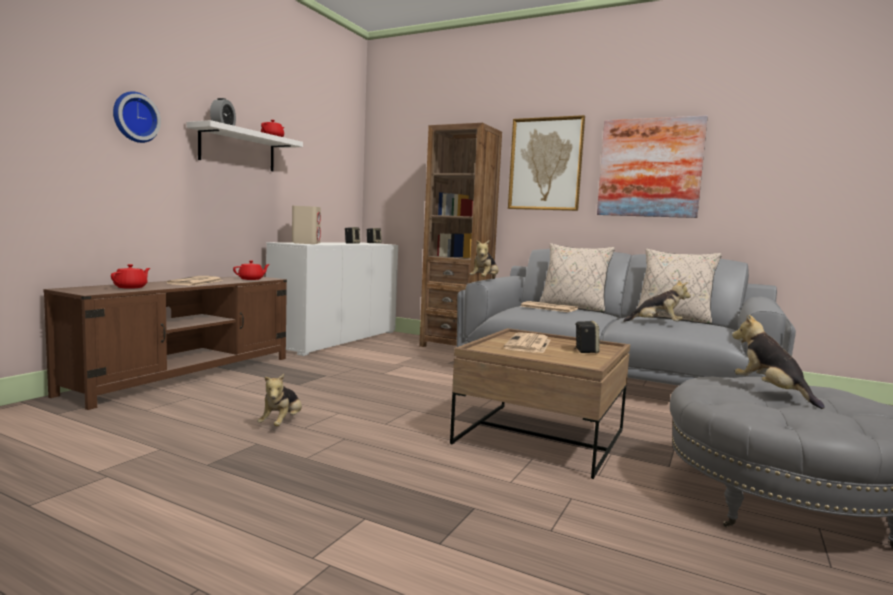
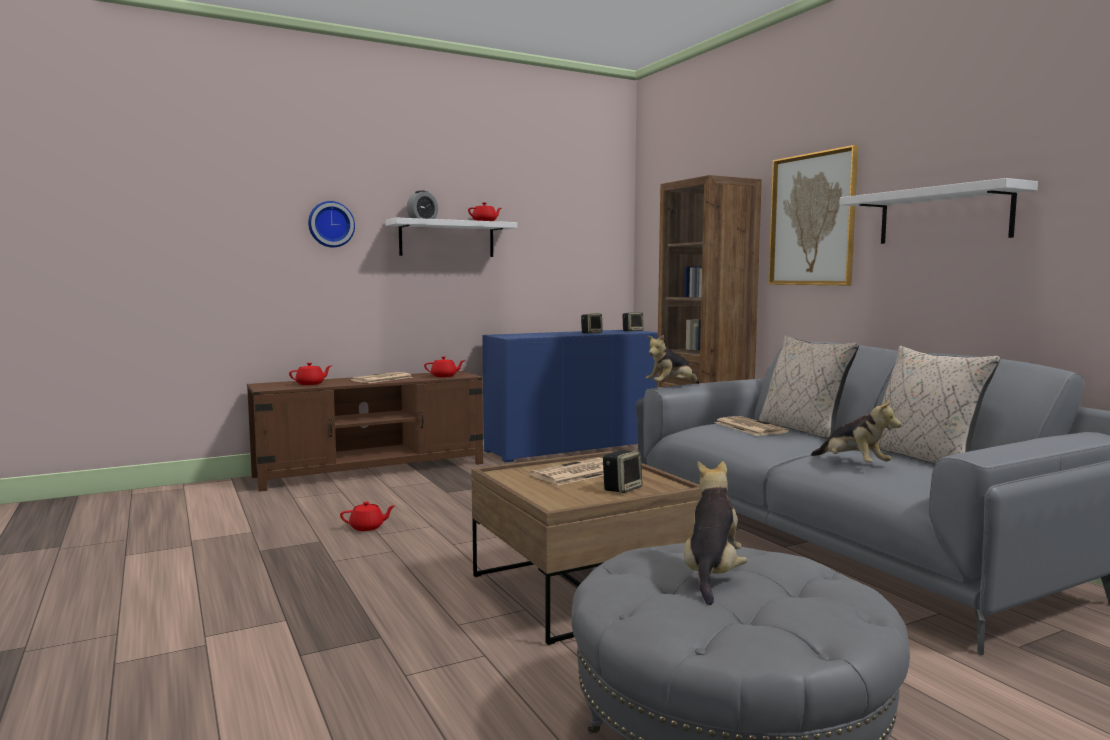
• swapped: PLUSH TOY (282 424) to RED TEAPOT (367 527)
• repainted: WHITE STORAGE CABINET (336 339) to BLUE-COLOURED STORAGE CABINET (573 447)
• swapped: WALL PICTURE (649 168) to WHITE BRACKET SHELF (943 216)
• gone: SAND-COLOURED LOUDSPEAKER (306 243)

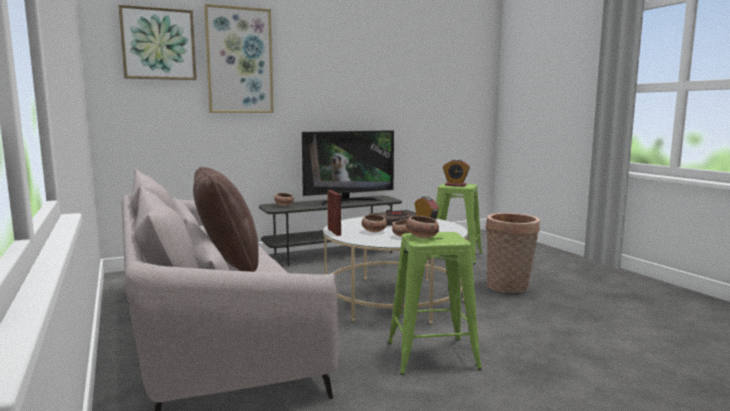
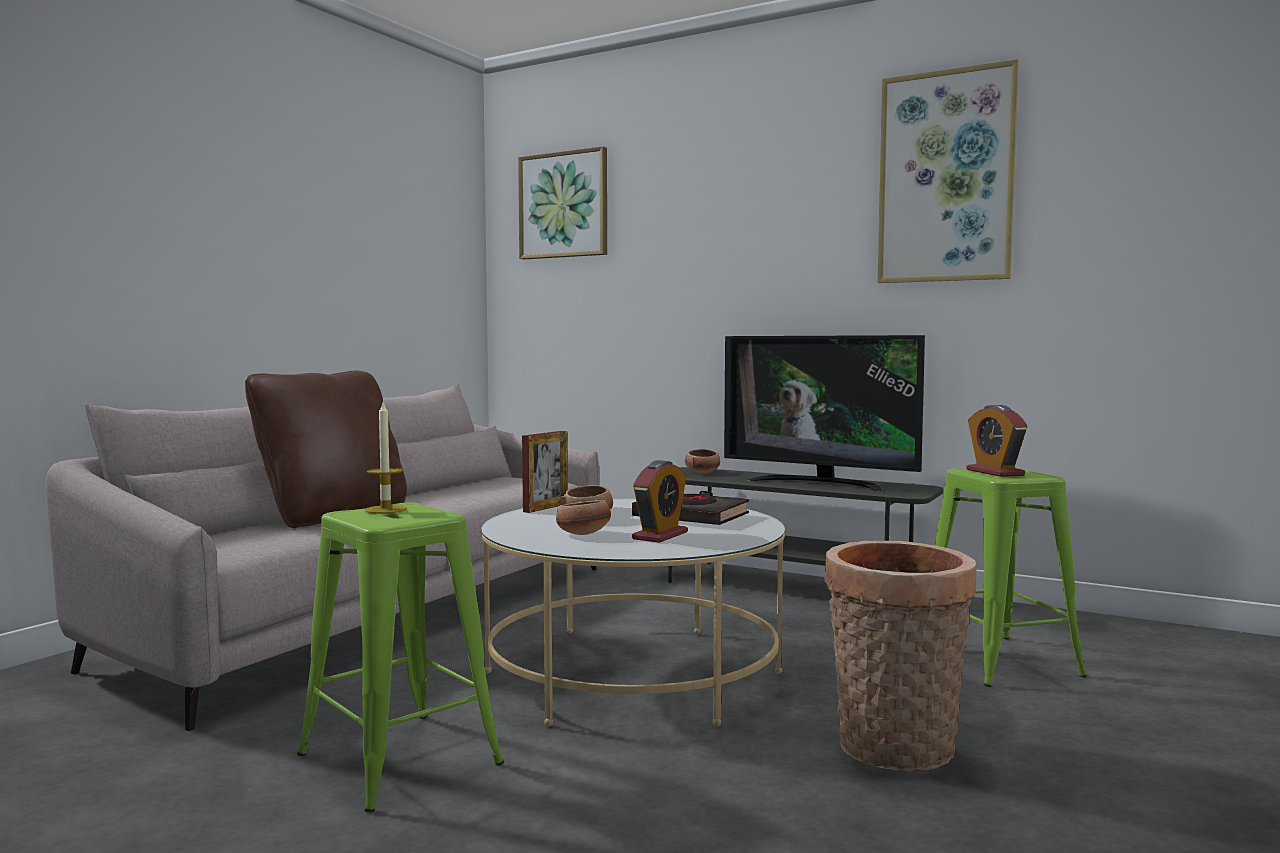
• swapped: BOWL (422 237) to WAX LIGHT (385 509)
• shifted: WALL PICTURE (239 61) to (946 177)

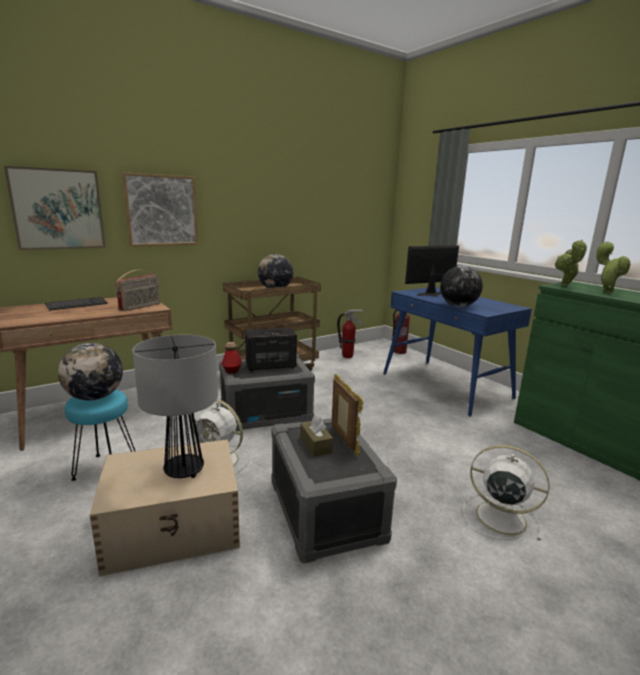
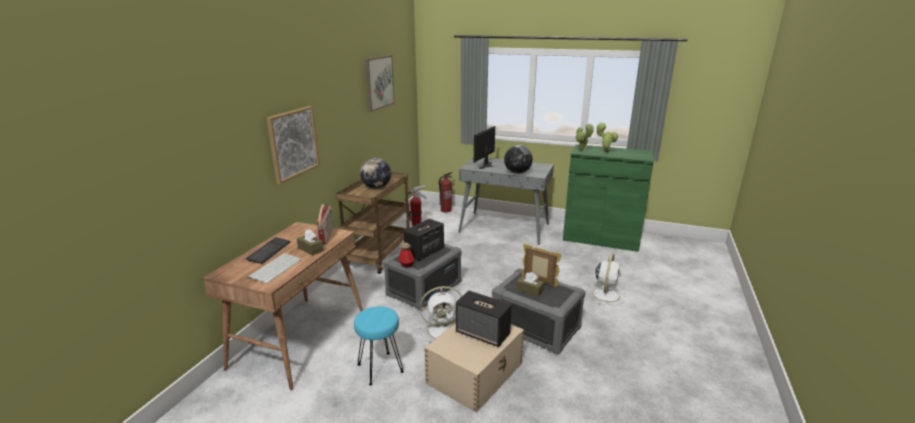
• new: COMPUTER KEYBOARD (275 268)
• new: BROWN-COLOURED BOX OF TISSUES (310 249)
• shifted: WALL PICTURE (58 209) to (378 82)
• swapped: TABLETOP LAMP (185 471) to LOUDSPEAKER (483 333)
• repainted: BLUE-COLOURED DESK UNIT (446 386) to GRAY DESK UNIT (505 228)
• rotated: WHITE COOLING FAN (498 517) = (606 294) 120 degrees clockwise
• gone: GLOBE (95 397)

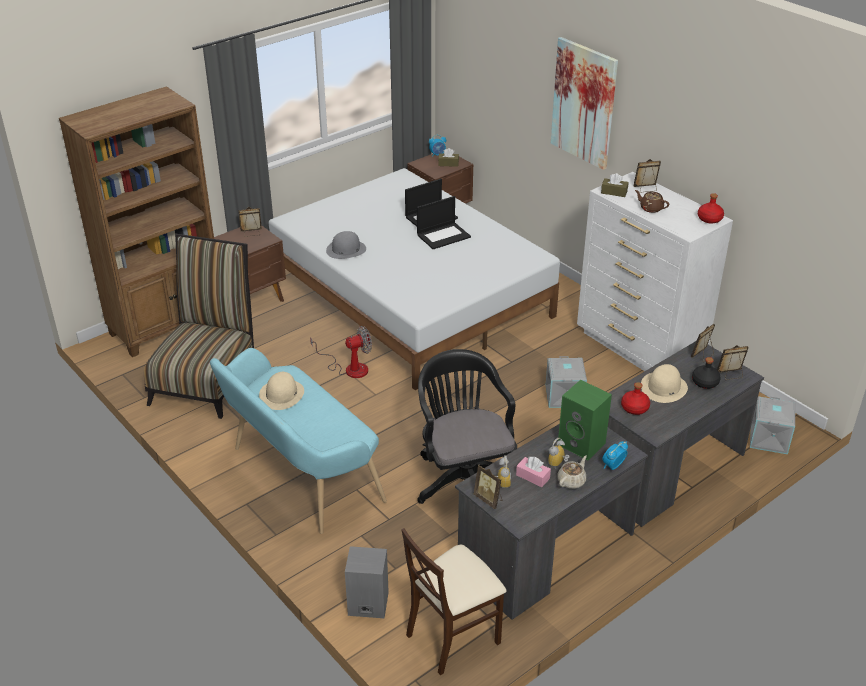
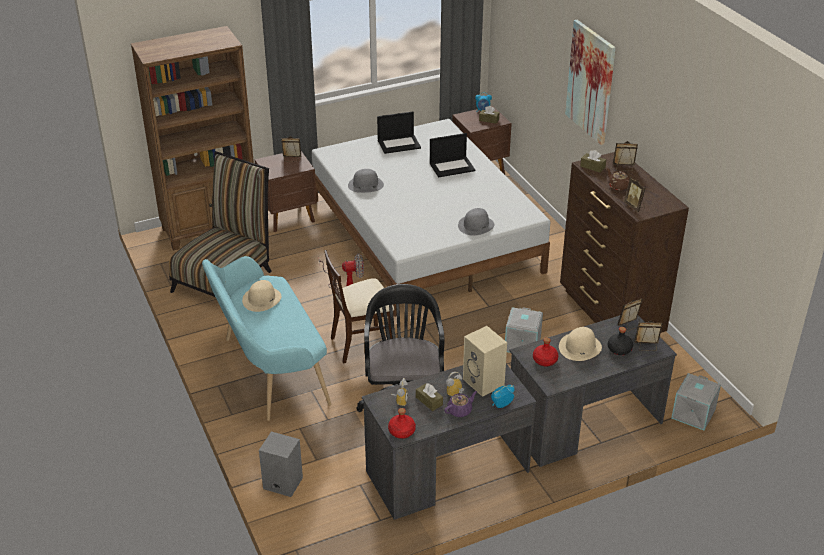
• shifted: SAND-COLOURED PLAIN CHAIR (453 636) to (362 344)
• shifted: NOTEBOOK COMPUTER (443 235) to (399 144)
• shifted: RED BEVERAGE BOTTLE (710 219) to (402 431)
• repainted: PINK-COLOURED BOX OF TISSUES (533 476) to BROWN-COLOURED BOX OF TISSUES (429 401)
• repainted: SAND-COLOURED TEAPOT (571 481) to PURPLE-COLOURED TEAPOT (460 411)
• new: GRAY HAT (476 225)
• repainted: GREEN LOUDSPEAKER (583 444) to SAND-COLOURED LOUDSPEAKER (484 382)
• repainted: WHITE DRESSER (639 348) to BROWN-COLOURED DRESSER (610 313)
• shifted: PHOTO FRAME (489 499) to (634 206)

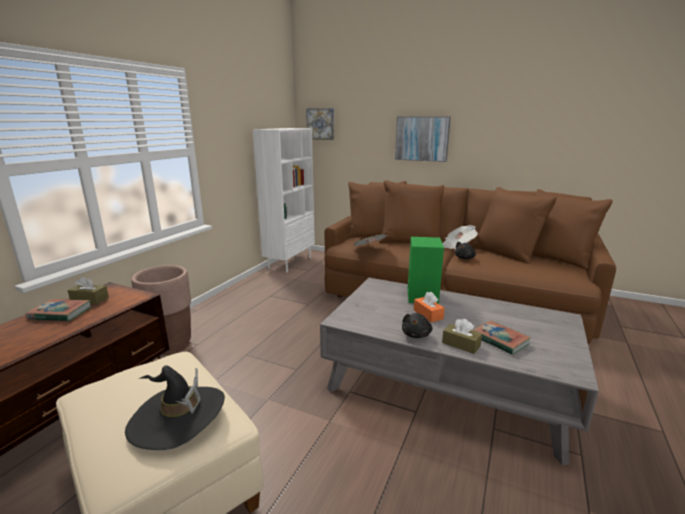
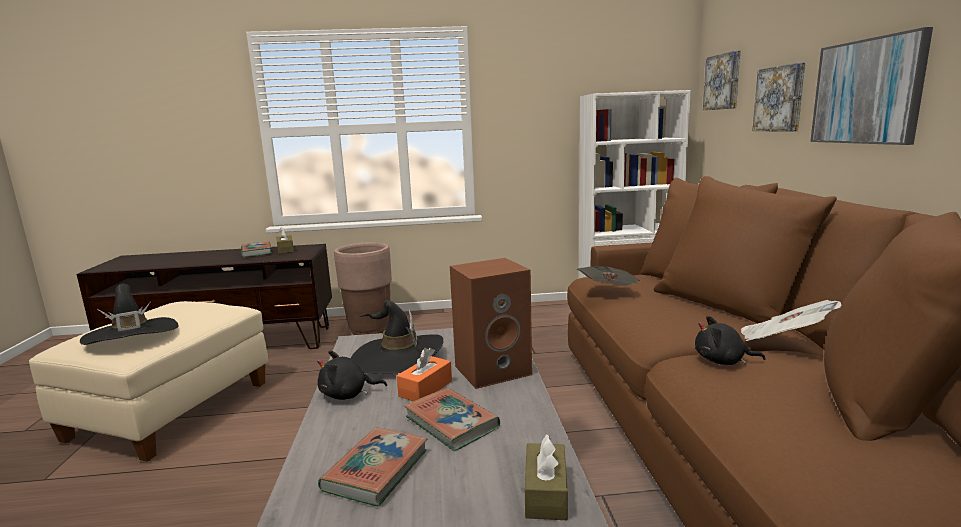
• new: BLACK HAT (397 357)
• new: BOOK (451 423)
• repainted: GREEN LOUDSPEAKER (421 296) to BROWN-COLOURED LOUDSPEAKER (493 369)
• shifted: BROWN-COLOURED BOX OF TISSUES (461 344) to (546 493)
• new: WALL PICTURE (780 99)

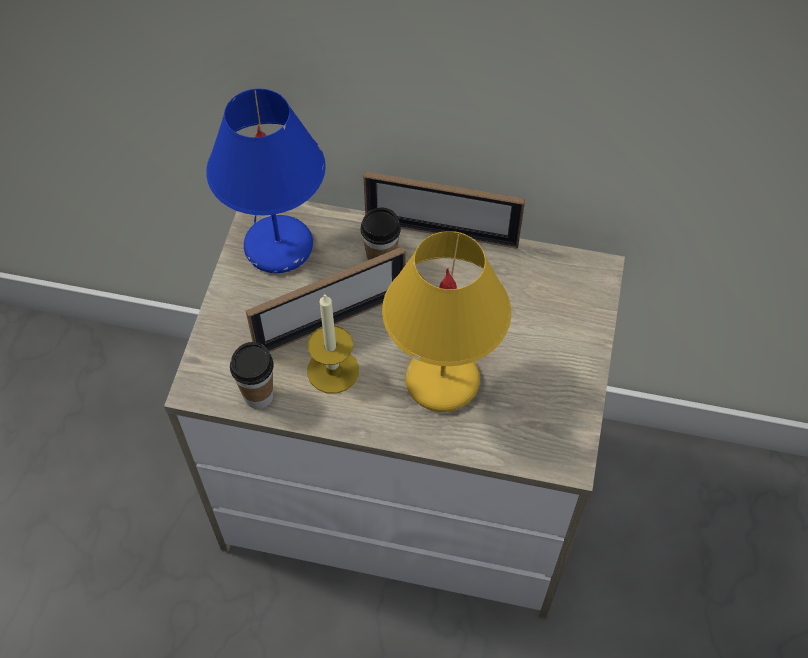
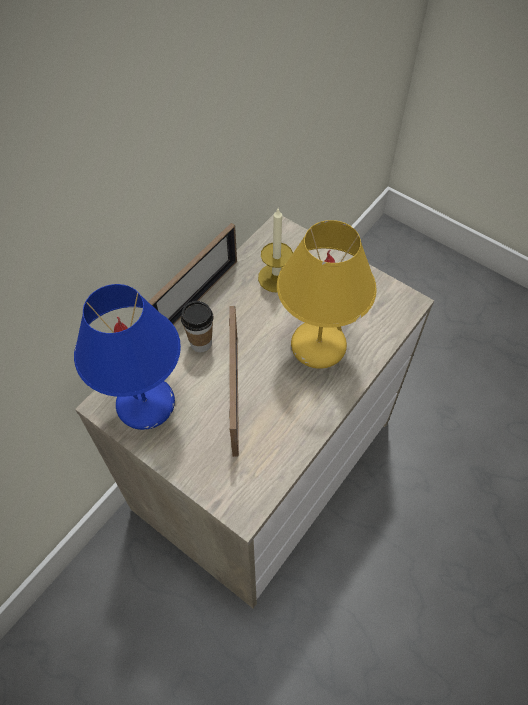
• shifted: WAX LIGHT (333 370) to (276 277)
• gone: DRINKING CUP (258 396)

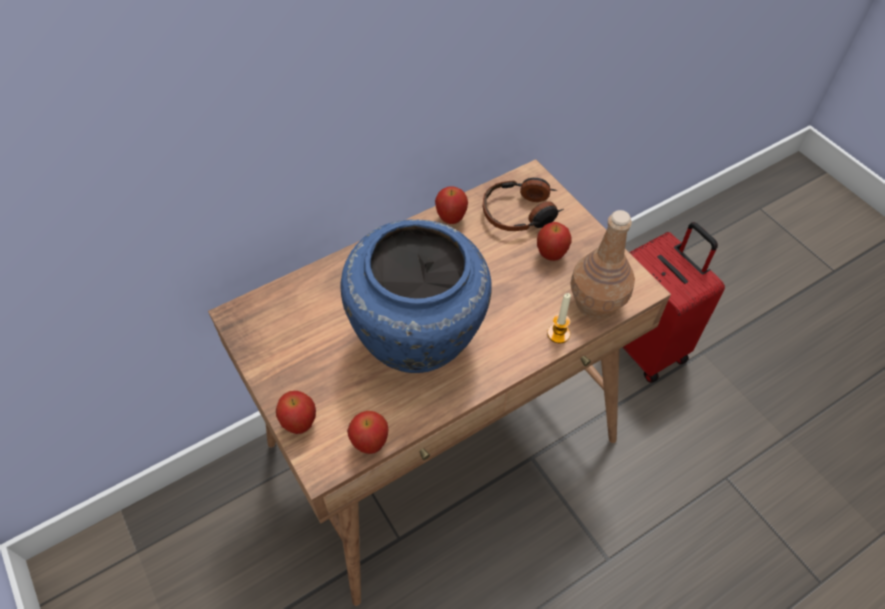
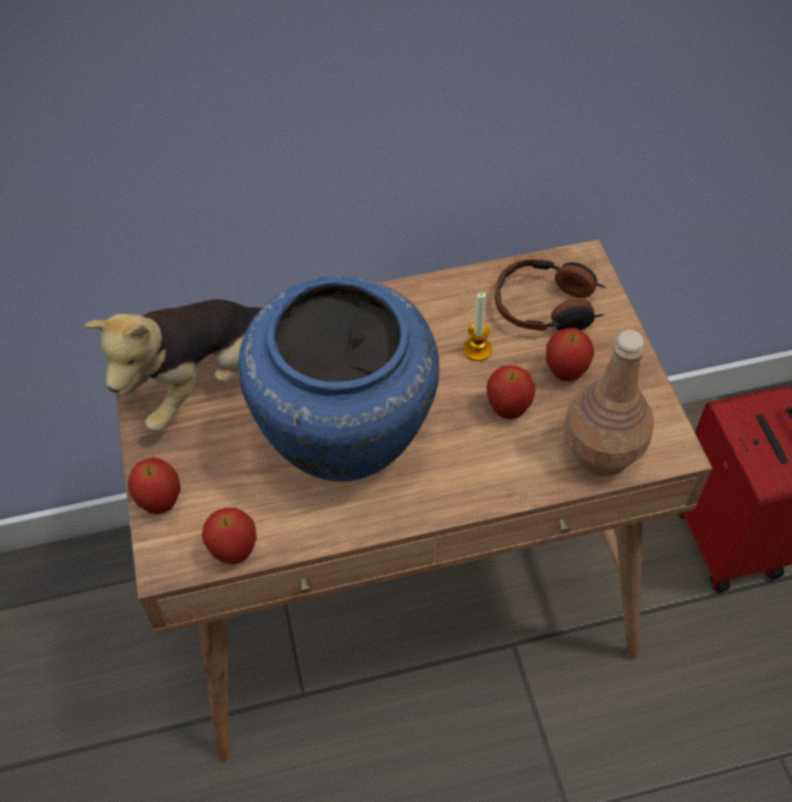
• new: PLUSH TOY (205 382)
• shifted: WAX LIGHT (558 334) to (477 350)
• shifted: WHOLE APPLE (451 219) to (508 409)

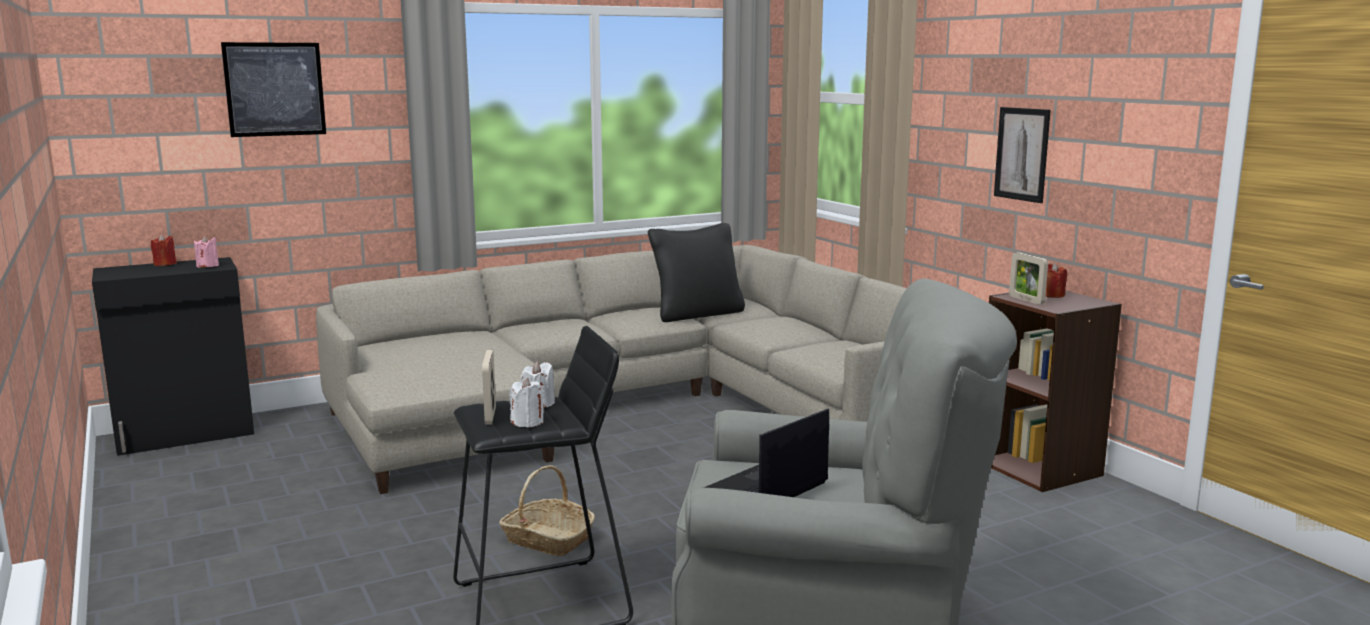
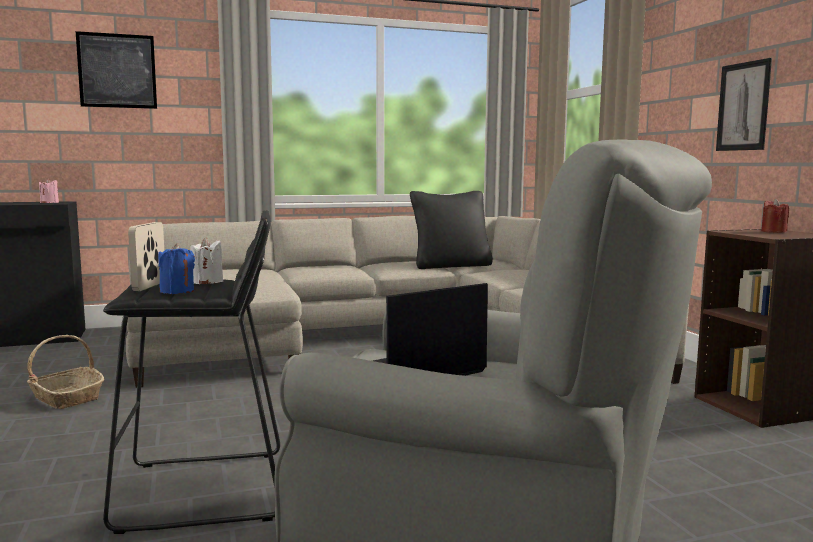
• shifted: HOUSEHOLD BASKET (547 539) to (66 397)
• repainted: WHITE WAX LIGHT (527 422) to BLUE-COLOURED WAX LIGHT (177 291)
• gone: RED WAX LIGHT (165 264)
• gone: PHOTO FRAME (1026 300)

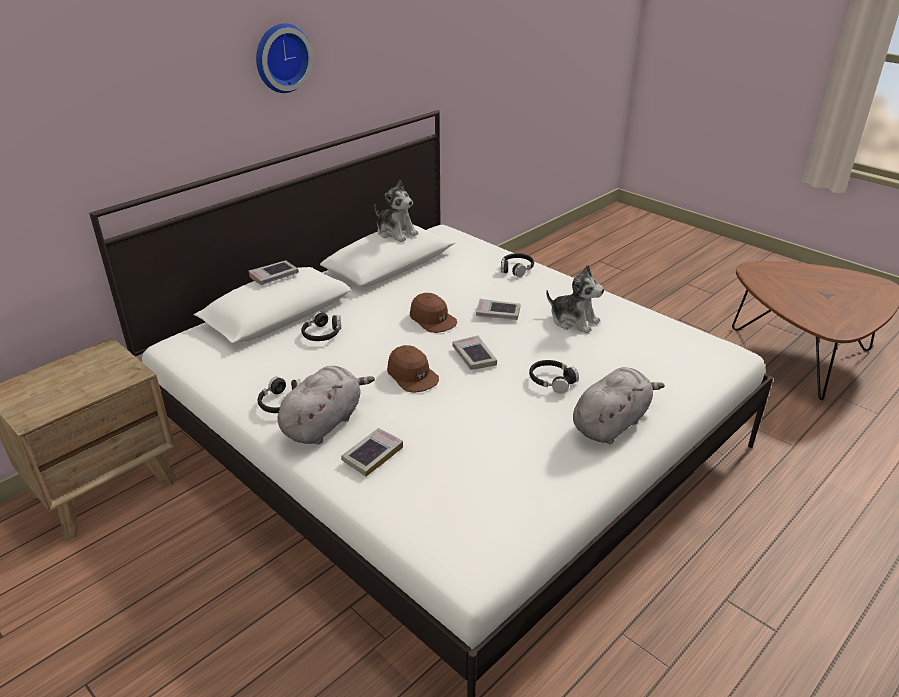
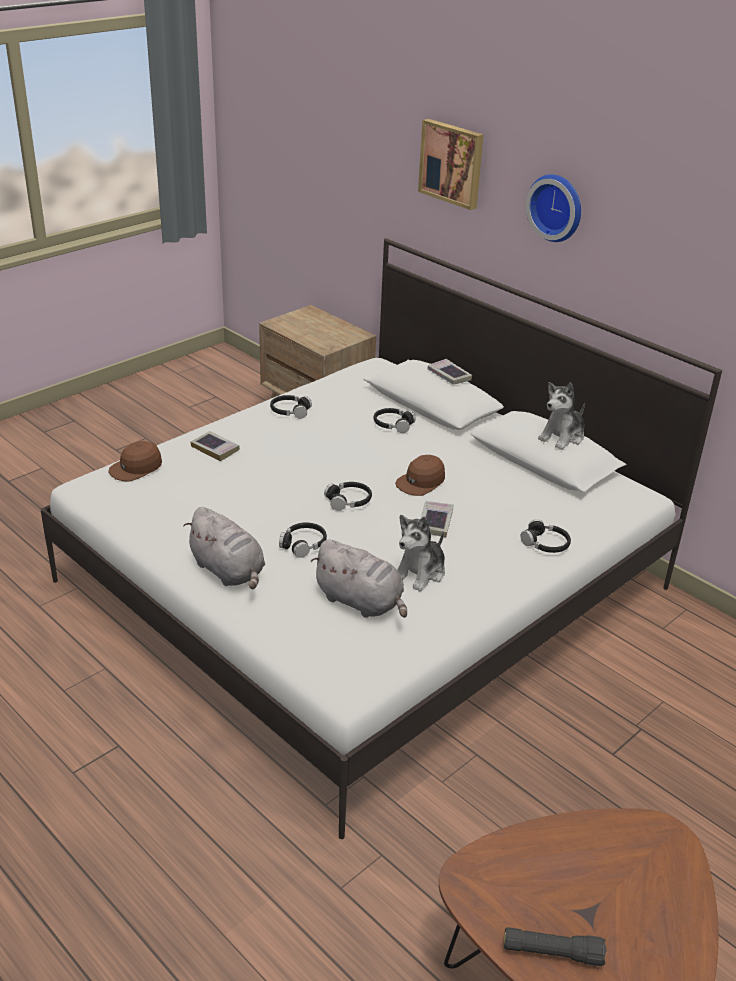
• shifted: BROWN-COLOURED PEAKED CAP (412 376) to (136 468)
• shifted: GRAY PLUSH TOY (324 423) to (361 602)
• swapped: BOOK (474 356) to BLACK HEADPHONES (349 501)
• new: WALL PICTURE (452 163)
• new: BLACK FLASHLIGHT (552 953)

